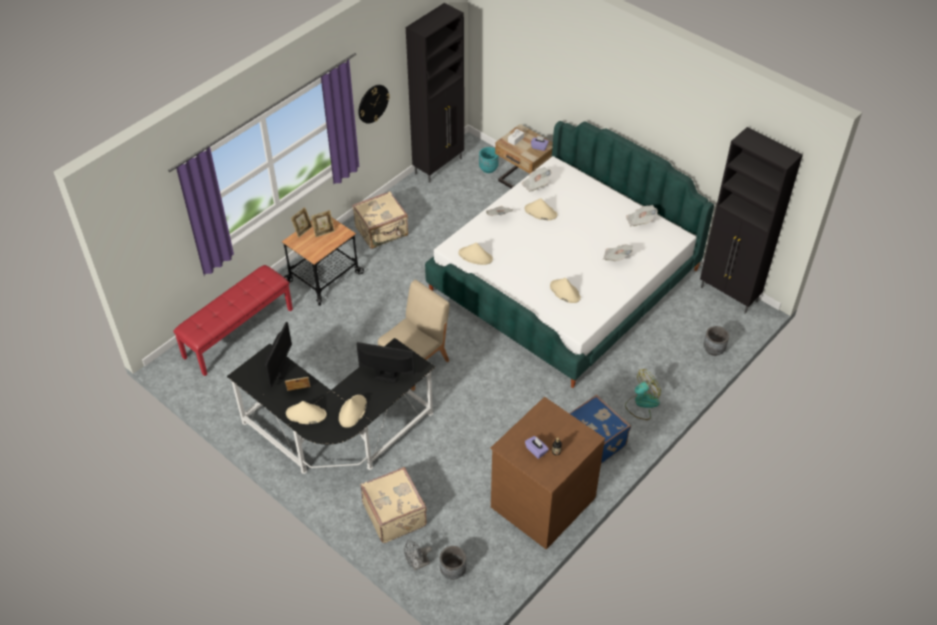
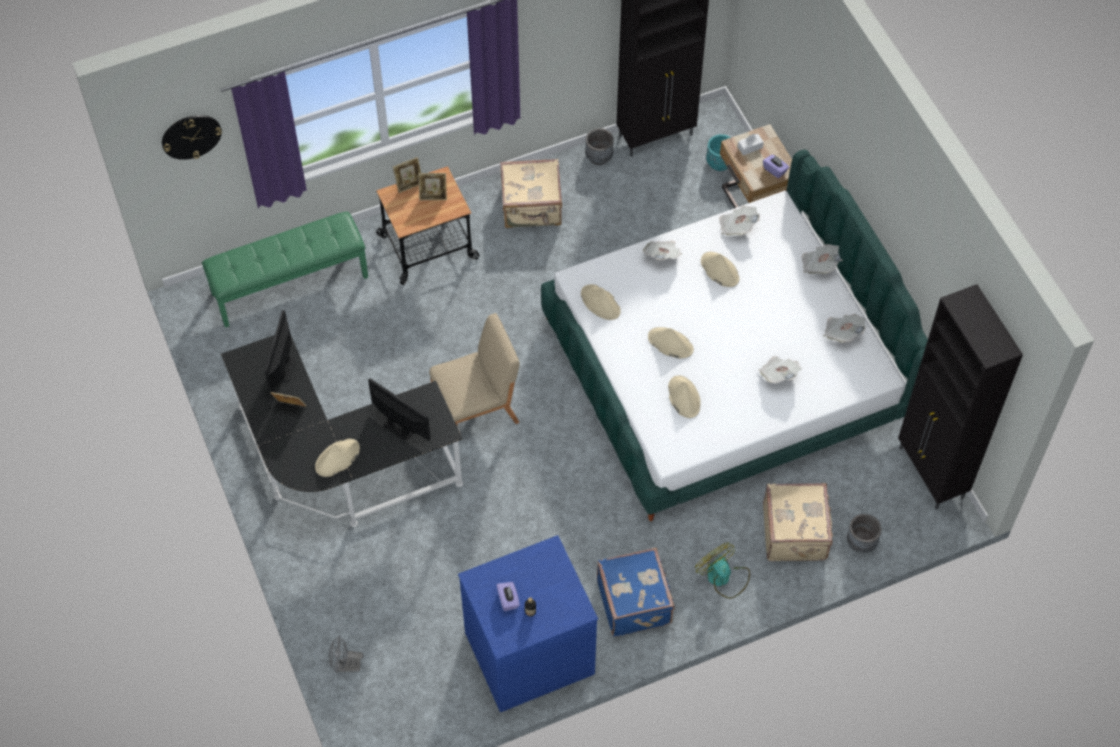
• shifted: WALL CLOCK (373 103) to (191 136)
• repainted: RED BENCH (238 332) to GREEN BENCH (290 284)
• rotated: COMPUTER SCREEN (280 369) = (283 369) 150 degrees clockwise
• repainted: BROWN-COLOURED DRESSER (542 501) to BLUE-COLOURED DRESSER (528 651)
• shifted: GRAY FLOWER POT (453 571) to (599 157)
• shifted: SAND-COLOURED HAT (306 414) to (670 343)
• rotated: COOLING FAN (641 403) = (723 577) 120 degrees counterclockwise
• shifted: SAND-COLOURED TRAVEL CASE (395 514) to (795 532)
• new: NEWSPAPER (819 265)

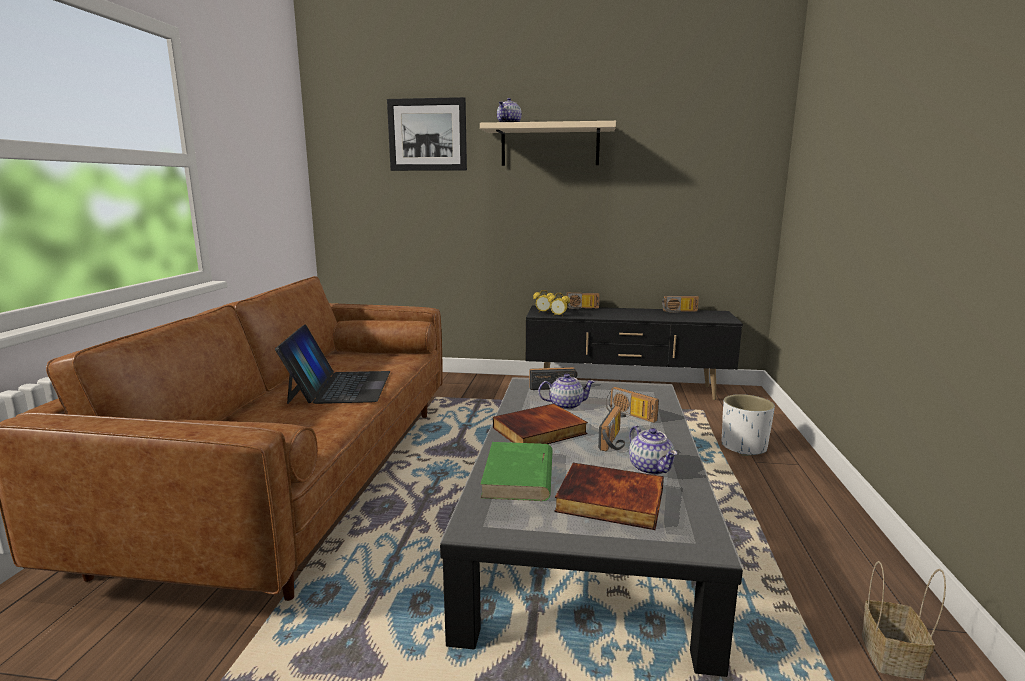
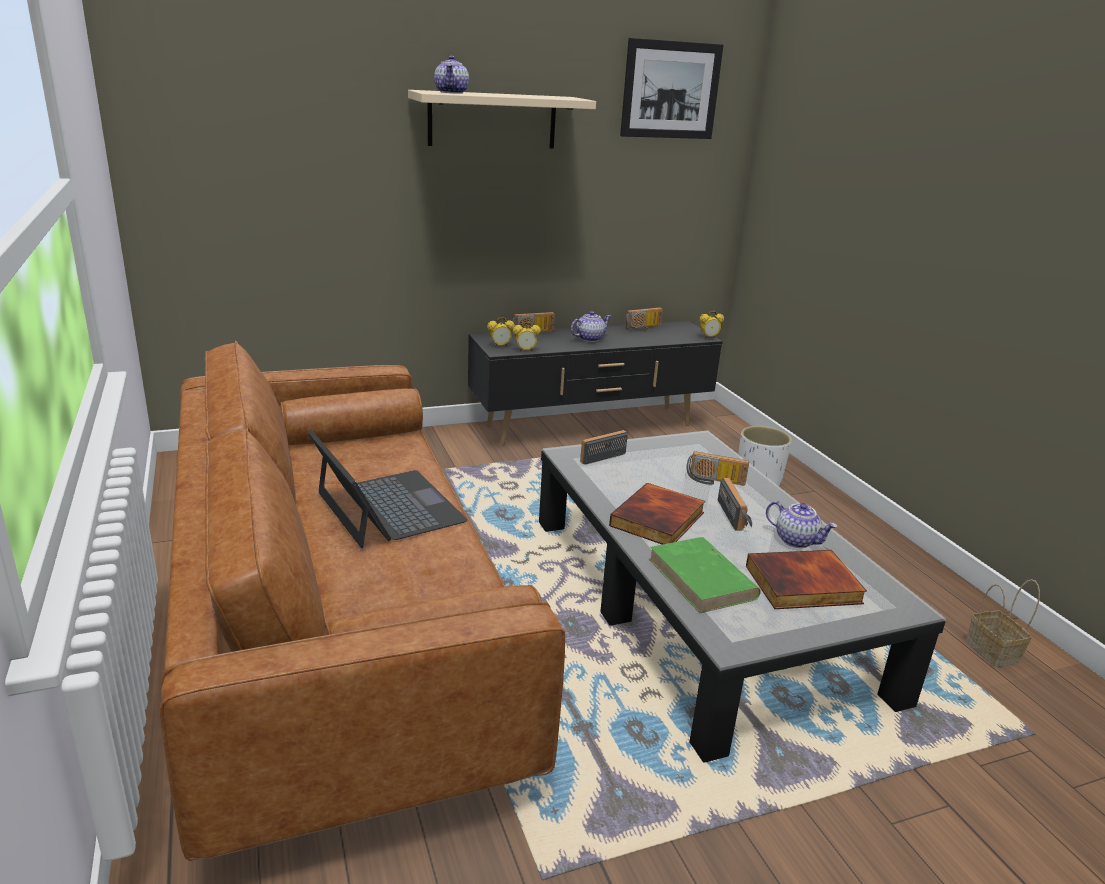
• shifted: TEAPOT (565 405) to (589 338)
• shifted: WALL PICTURE (427 135) to (670 90)
• new: ALARM CLOCK (709 337)

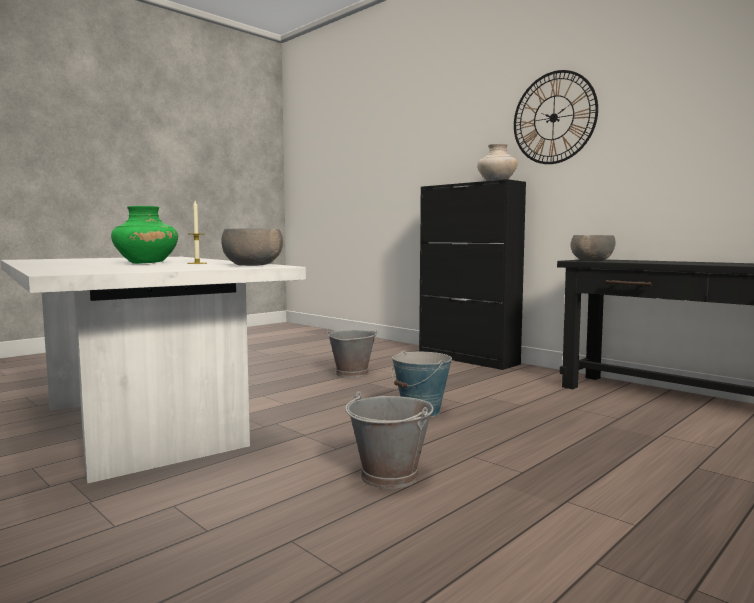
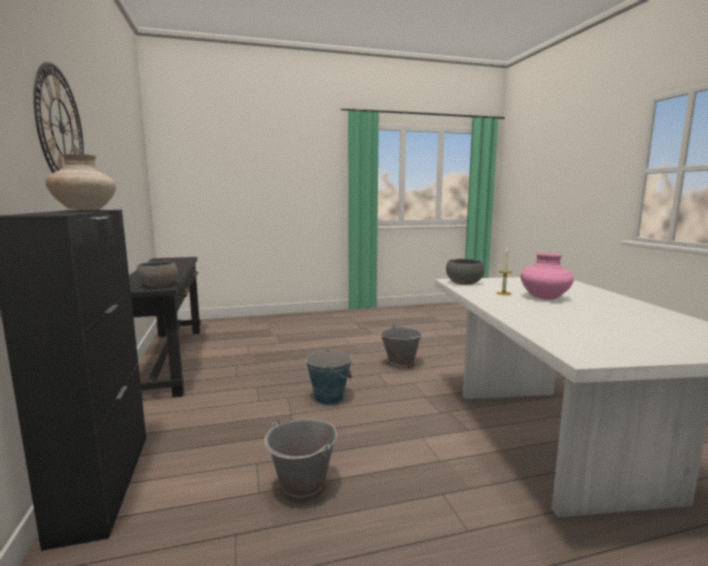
• repainted: GREEN VASE (146 263) to PINK-COLOURED VASE (544 297)

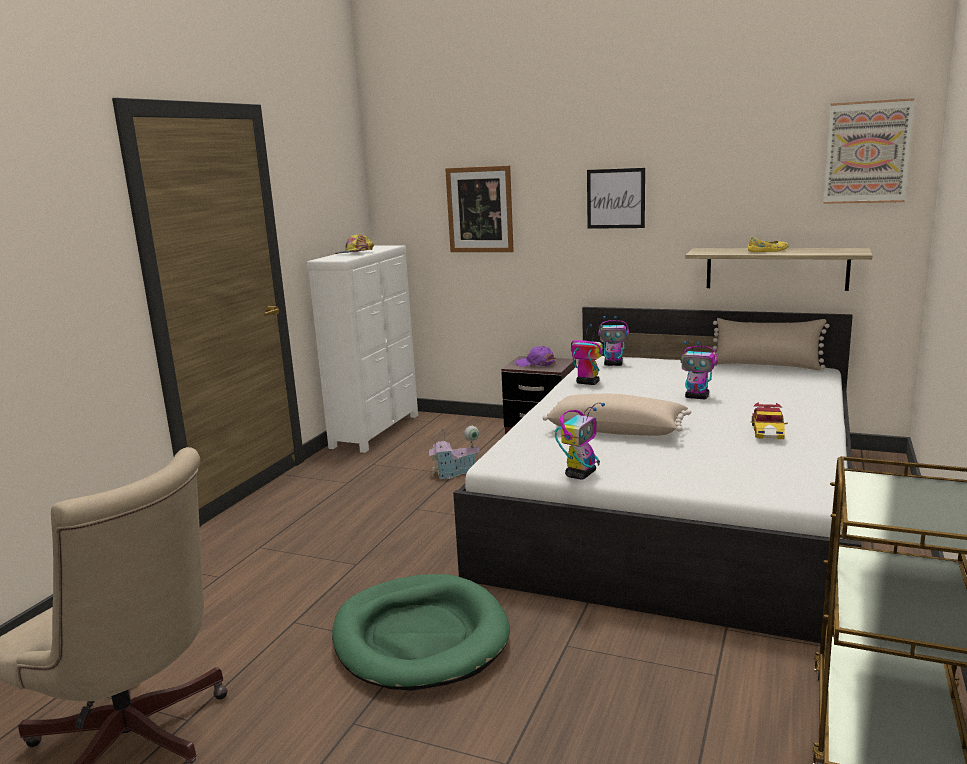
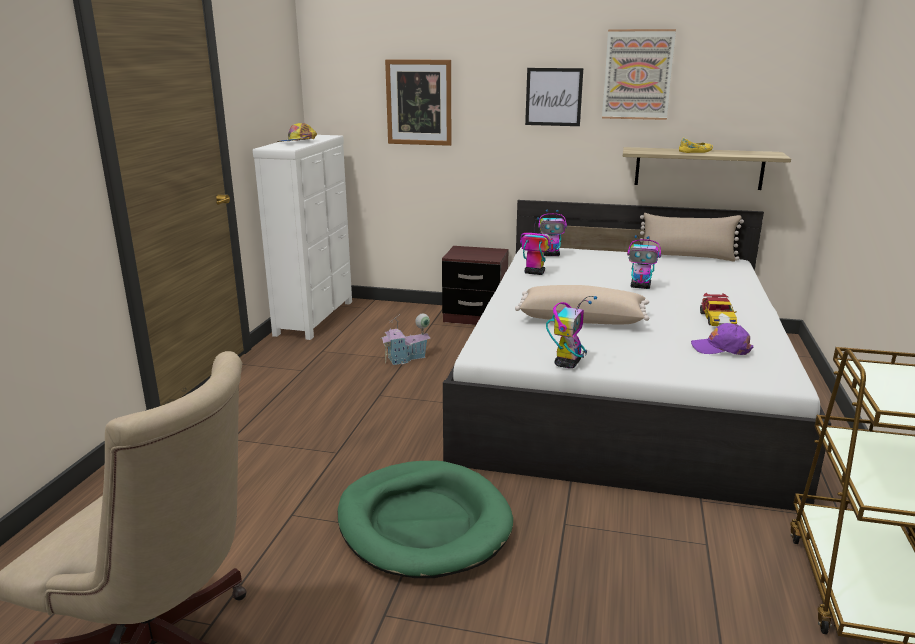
• shifted: WALL PICTURE (867 152) to (637 75)
• shifted: PURPLE-COLOURED PEAKED CAP (536 363) to (721 348)

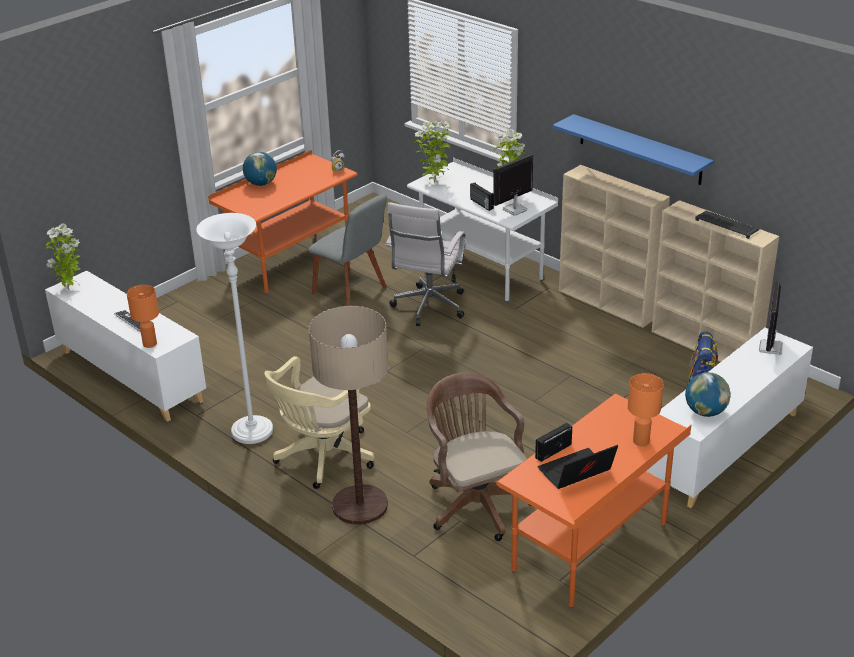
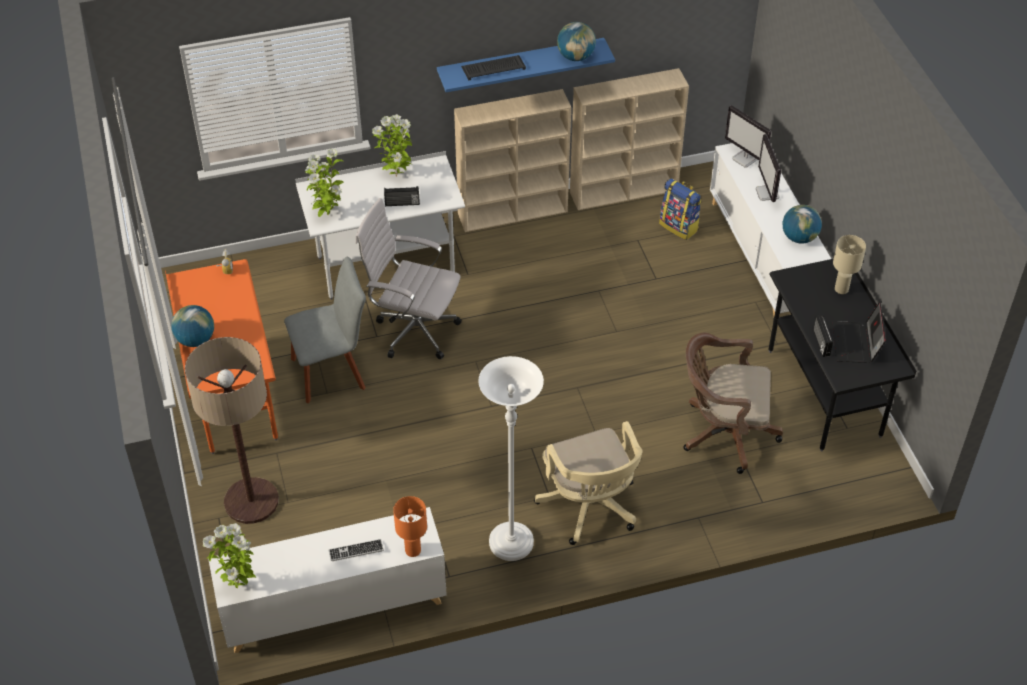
• shifted: FLOOR LAMP (360 505) to (251 501)
• rotated: WHITE DESK CHAIR (428 308) = (413 330) 150 degrees clockwise
• shifted: COMPUTER KEYBOARD (727 225) to (494 68)
• new: GLOBE (576 57)
• shifted: COMPUTER SCREEN (514 210) to (767 193)
• repainted: ORANGE-COLOURED DESK UNIT (590 549) to BLACK DESK UNIT (824 393)
• repainted: ORANGE-COLOURED TABLETOP LAMP (641 441) to SAND-COLOURED TABLETOP LAMP (841 288)

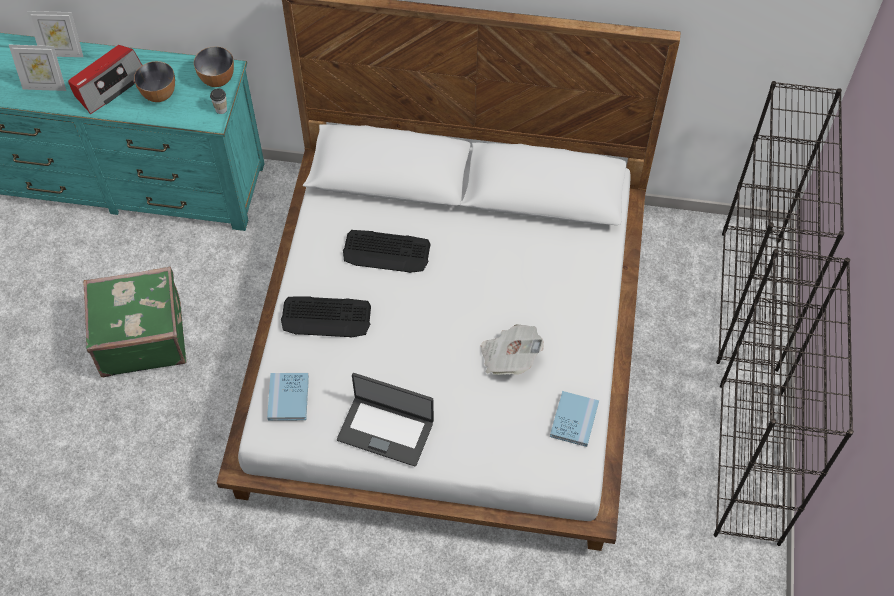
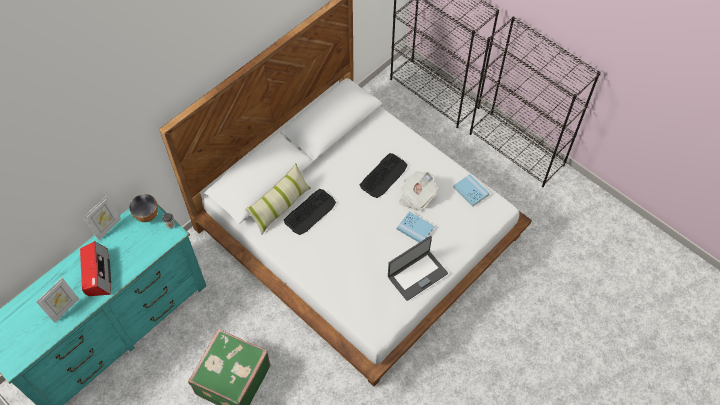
• shifted: PHOTO FRAME (62 53) to (107 228)
• new: PILLOW (280 206)
• shifted: COMPUTER KEYBOARD (326 317) to (383 176)
• shifted: BLUE-COLOURED BOOK (288 398) to (415 228)
• gone: BOWL (159 94)

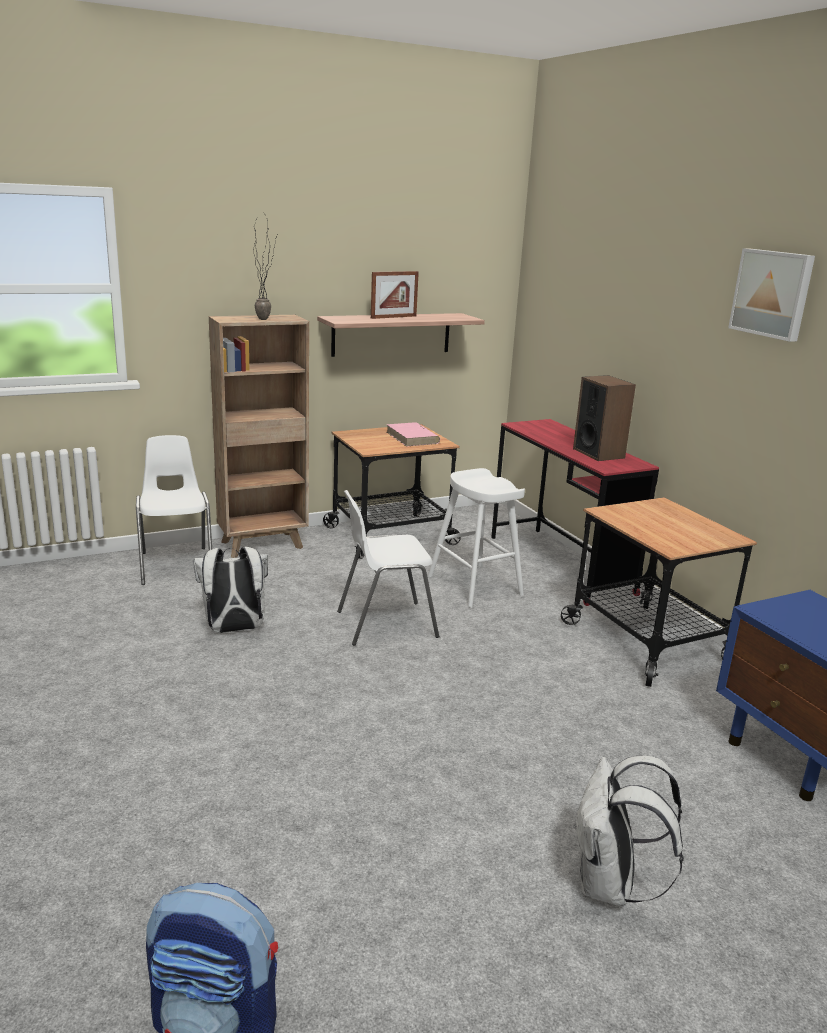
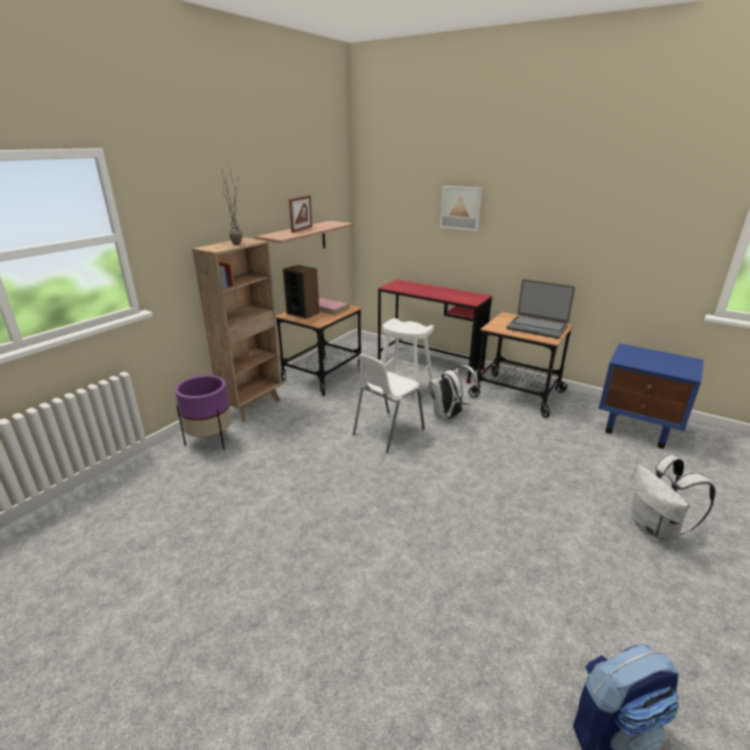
• swapped: WHITE PLAIN CHAIR (176 565) to PURPLE-COLOURED FLOWER POT (210 440)
• shifted: LOUDSPEAKER (598 453) to (303 313)
• shifted: WHITE RUCKSACK (234 629) to (448 416)
• shifted: WALL PICTURE (773 293) to (461 208)
• new: NOTEBOOK COMPUTER (537 327)

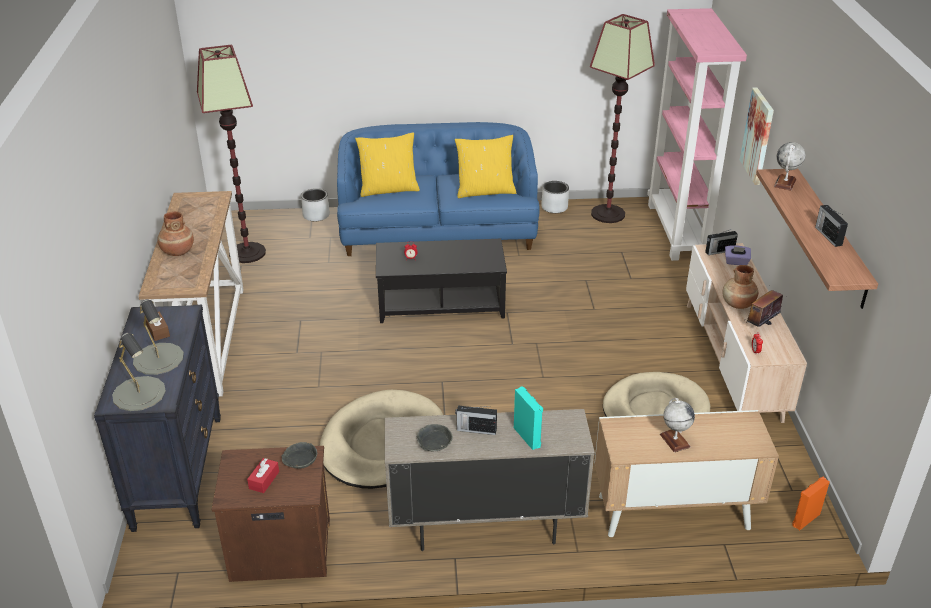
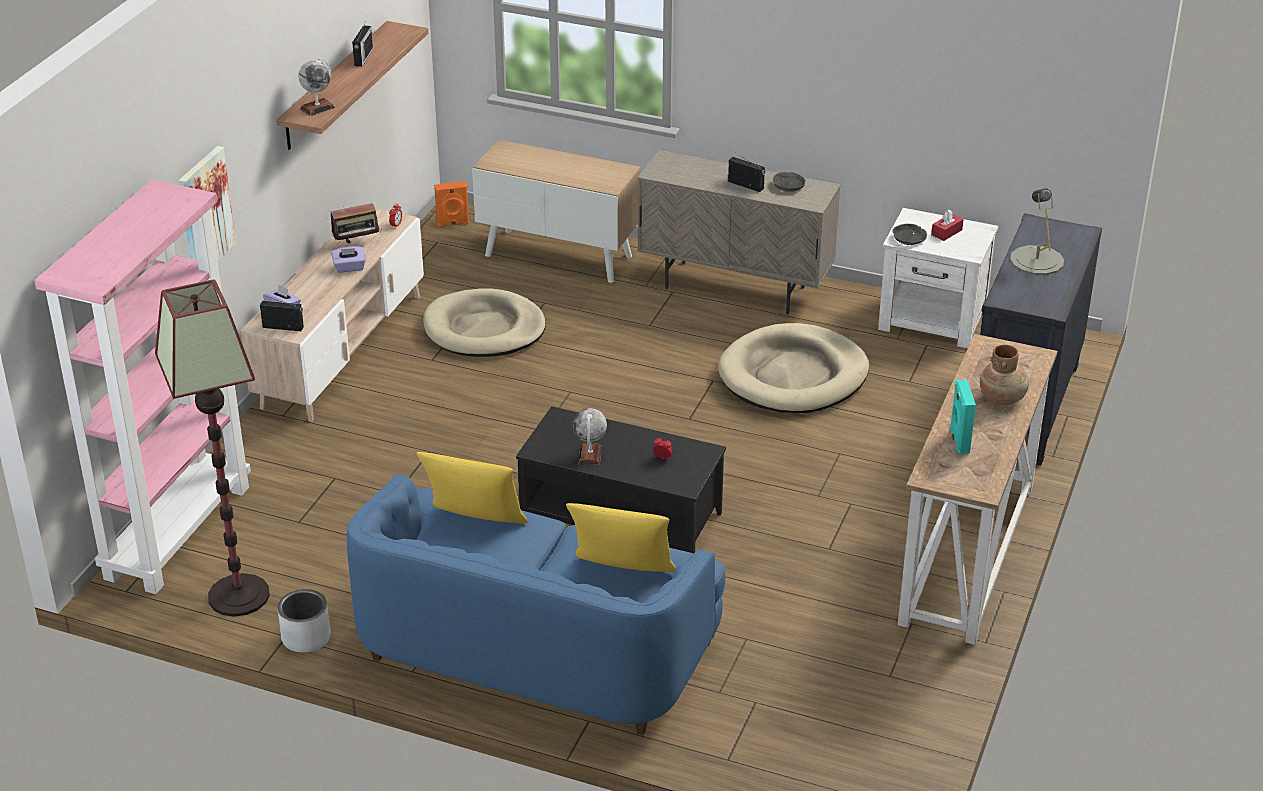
• swapped: BROWN-COLOURED VASE (738 304) to PURPLE-COLOURED BOX OF TISSUES (349 268)
• shifted: GLOBE (674 440) to (590 455)
• repainted: BROWN-COLOURED BEDSIDE TABLE (279 548) to WHITE BEDSIDE TABLE (933 321)
• shifted: BLUE-GREEN LOUDSPEAKER (528 437) to (958 441)
• gone: GRAY TABLETOP LAMP (139 393)
• gone: BROWN-COLOURED BOX OF TISSUES (158 331)
• gone: FLOOR LAMP (247 253)
• gone: GRAY FLOWER POT (316 215)

